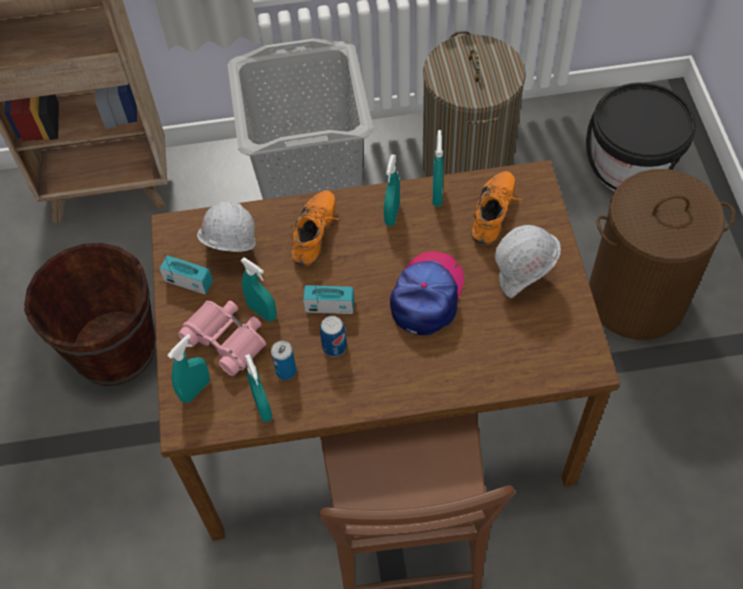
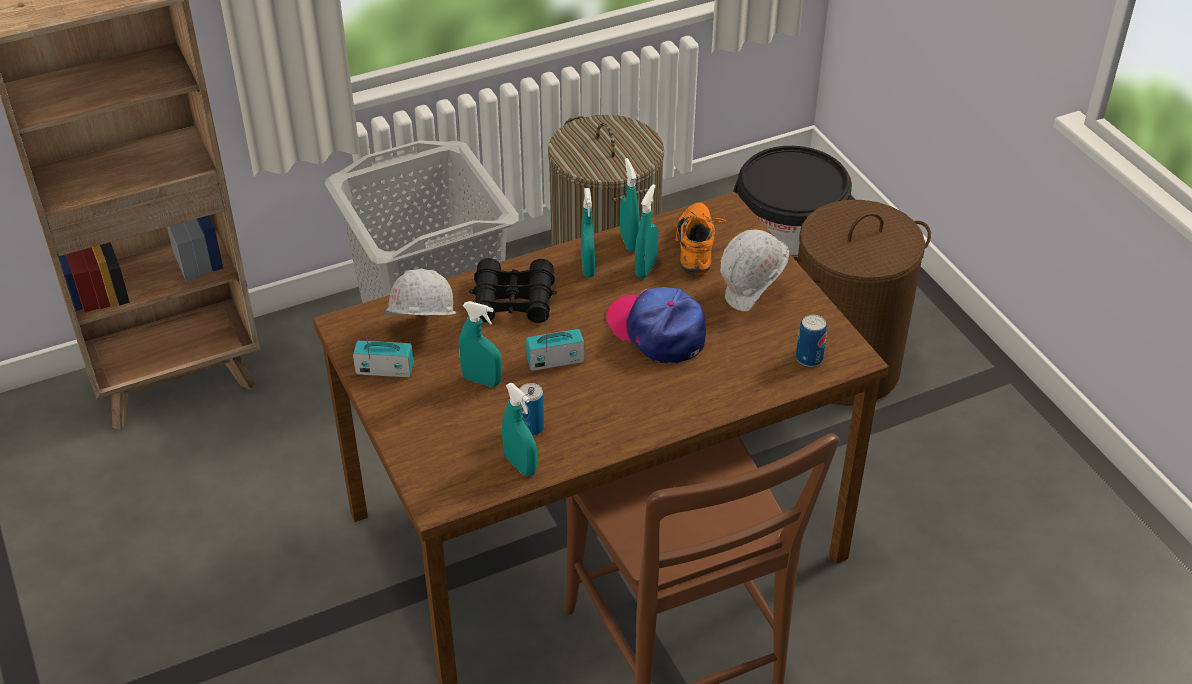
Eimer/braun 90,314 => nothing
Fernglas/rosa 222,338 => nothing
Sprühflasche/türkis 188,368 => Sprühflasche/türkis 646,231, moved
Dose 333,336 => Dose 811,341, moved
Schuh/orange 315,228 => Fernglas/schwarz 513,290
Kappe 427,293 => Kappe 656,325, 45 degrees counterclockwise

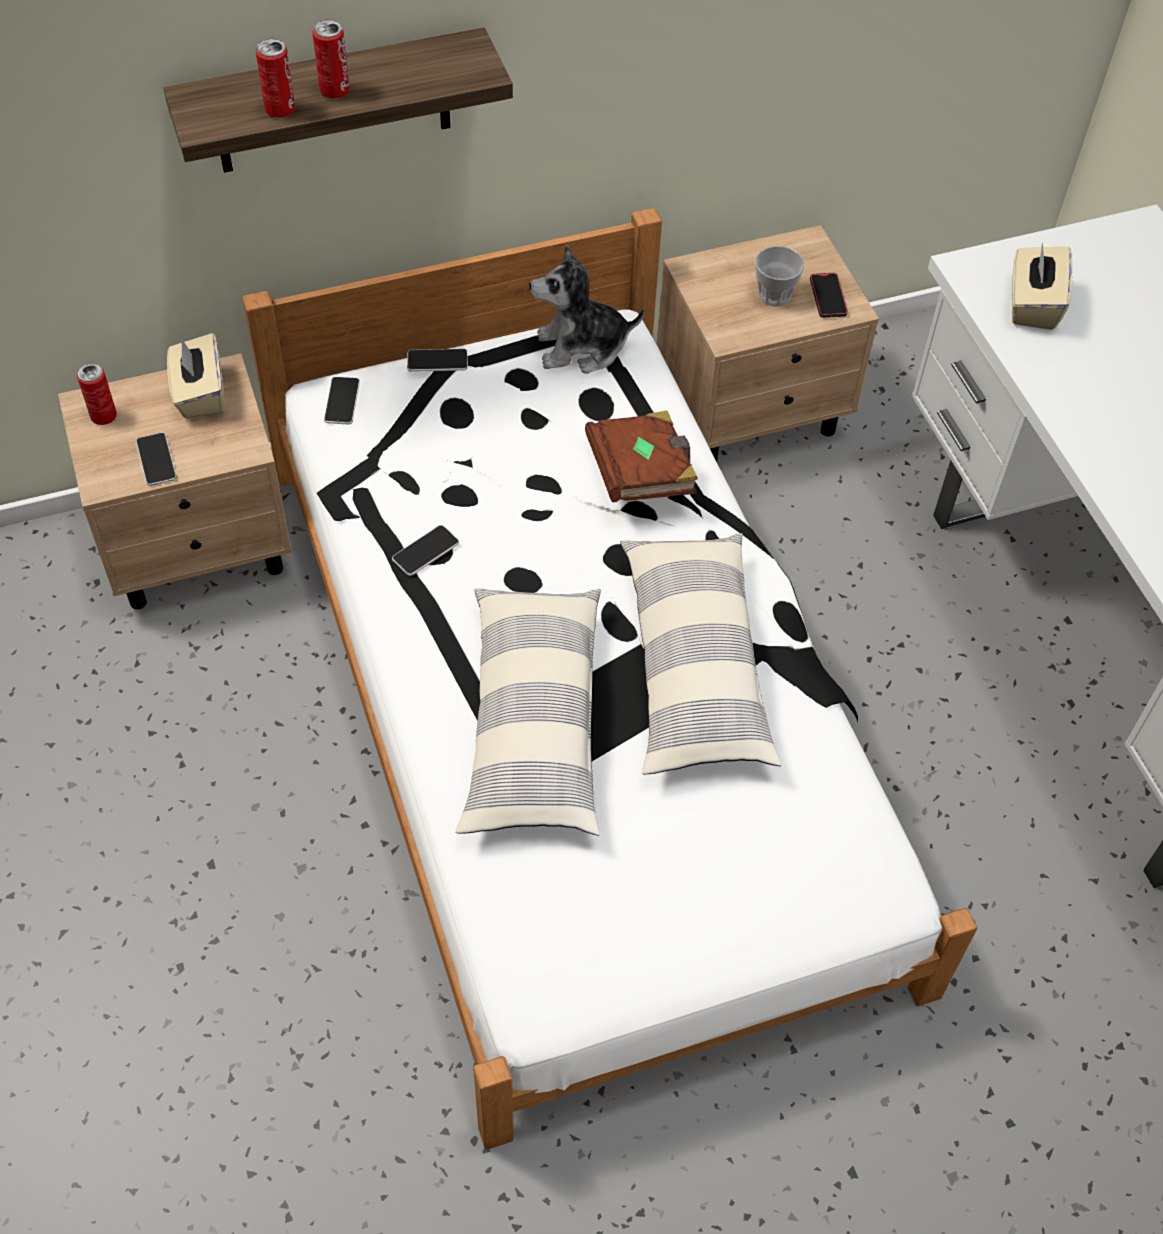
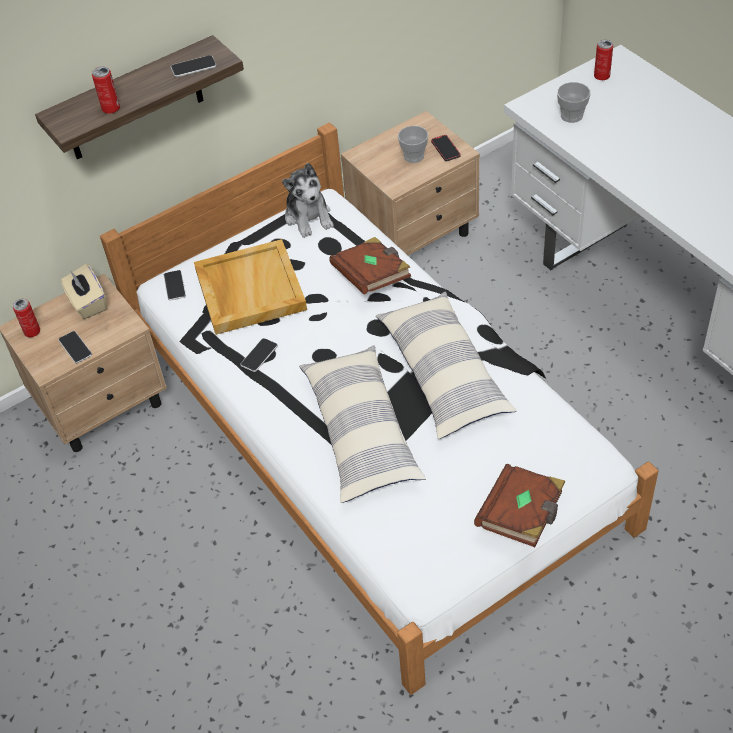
nothing => Tablett/beige 250,287
nothing => Buch/braun 519,505
Dose 331,59 => Dose 603,60, moved
Handy 437,360 => Handy 193,66, moved
Taschentuchbox/beige 1042,286 => Tasse 573,102
Plüschtier 587,309 => Plüschtier 308,200, 90 degrees counterclockwise

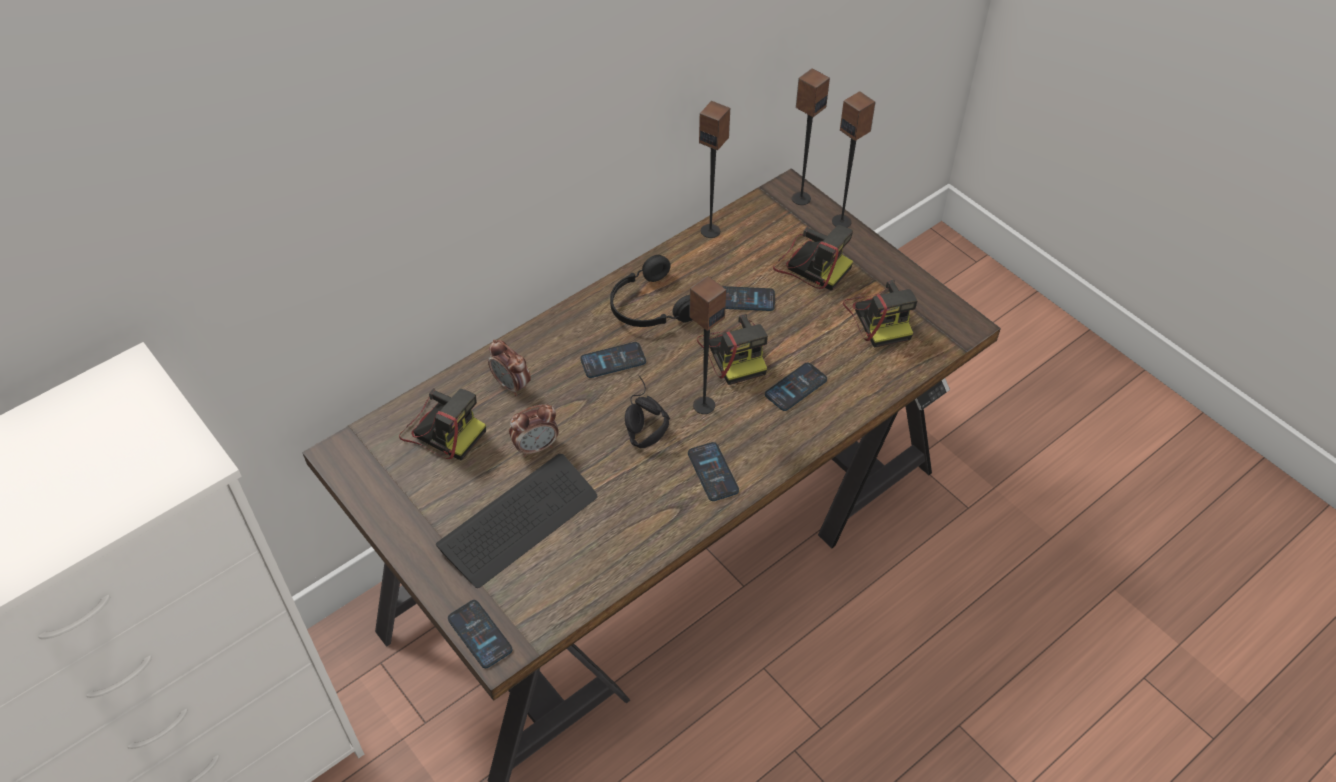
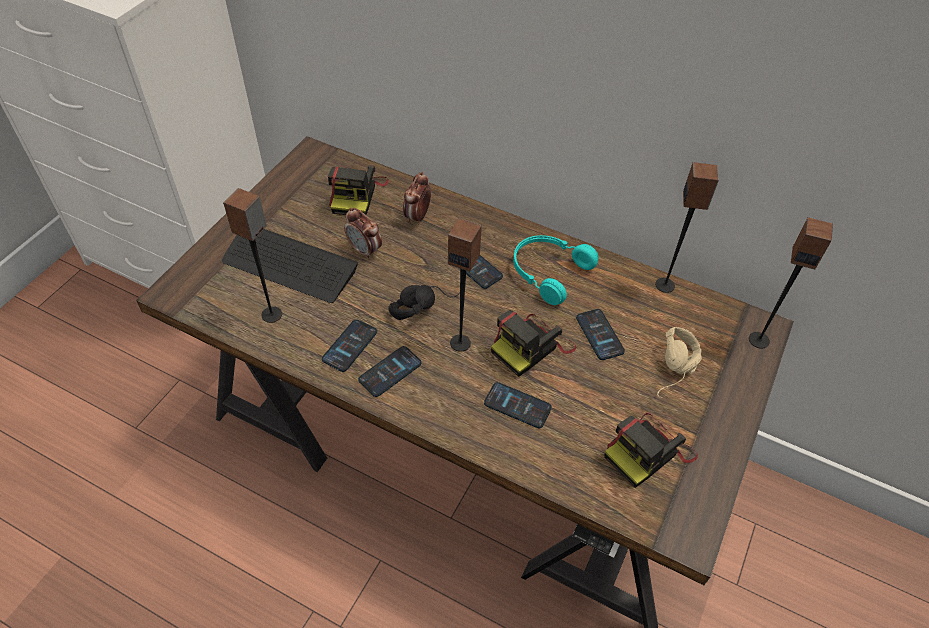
Handy 480,634 => Handy 349,345, moved
Lautsprecher 853,160 => Lautsprecher 252,255, moved
Kamera 813,258 => Kopfhörer/beige 679,362
Kopfhörer/schwarz 651,291 => Kopfhörer/türkis 556,270

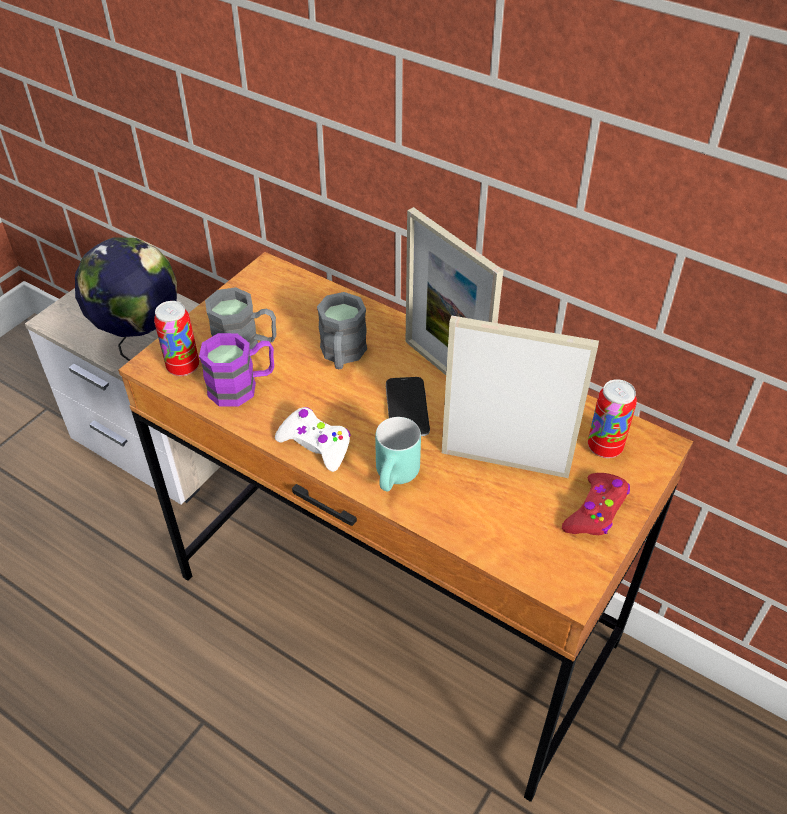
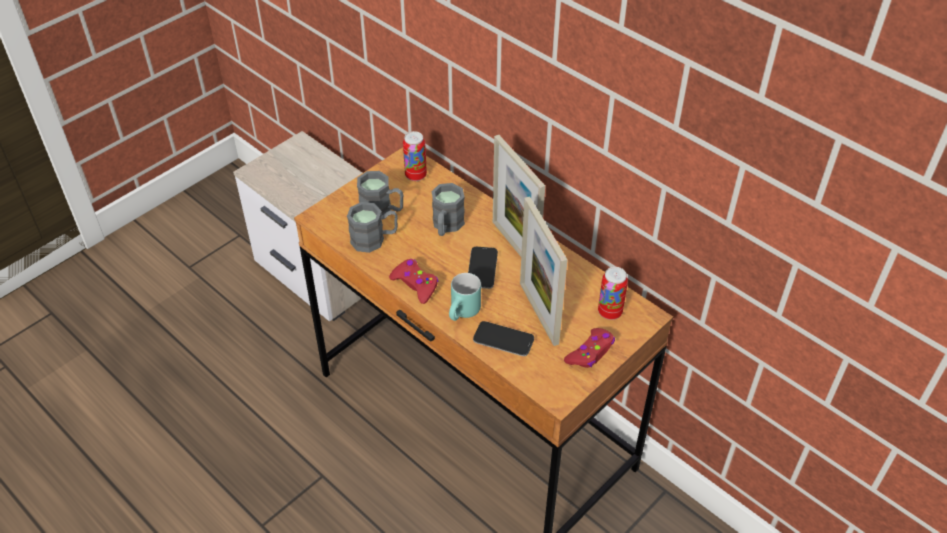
Globus 126,299 => nothing
nothing => Handy 503,338
Dose 176,338 => Dose 415,156, moved
Henkelbecher/lila 236,370 => Henkelbecher/grau 372,227
Gamepad/weiß 313,439 => Gamepad/rot 413,281
Bilderrahmen 520,396 => Bilderrahmen 544,271, 135 degrees counterclockwise

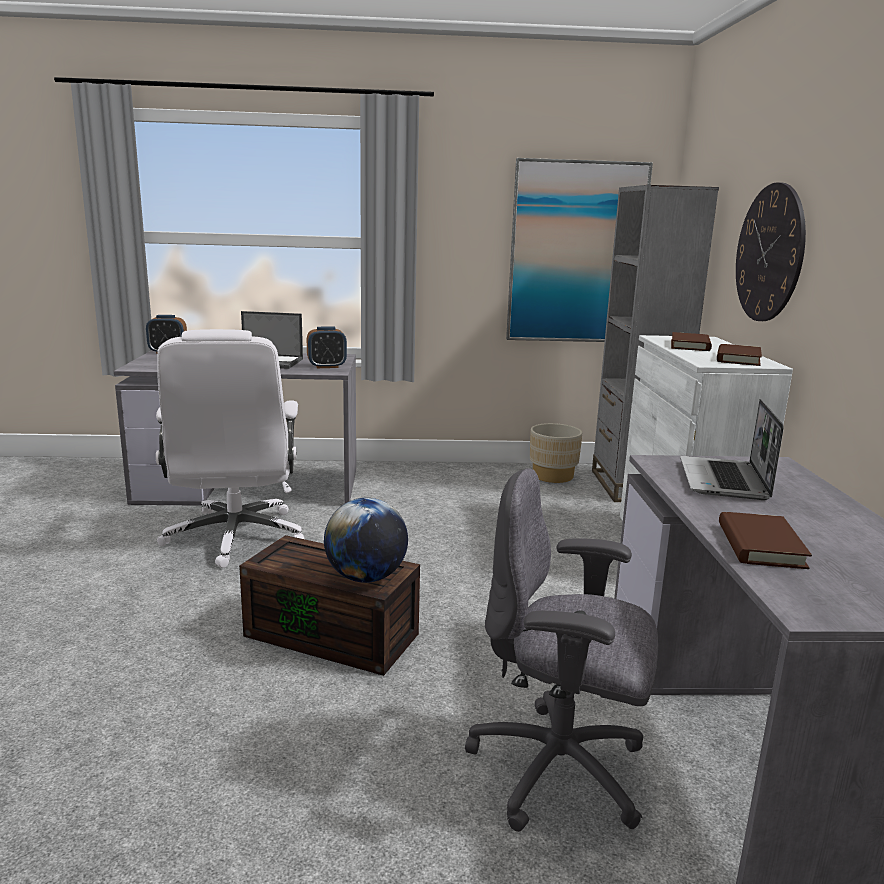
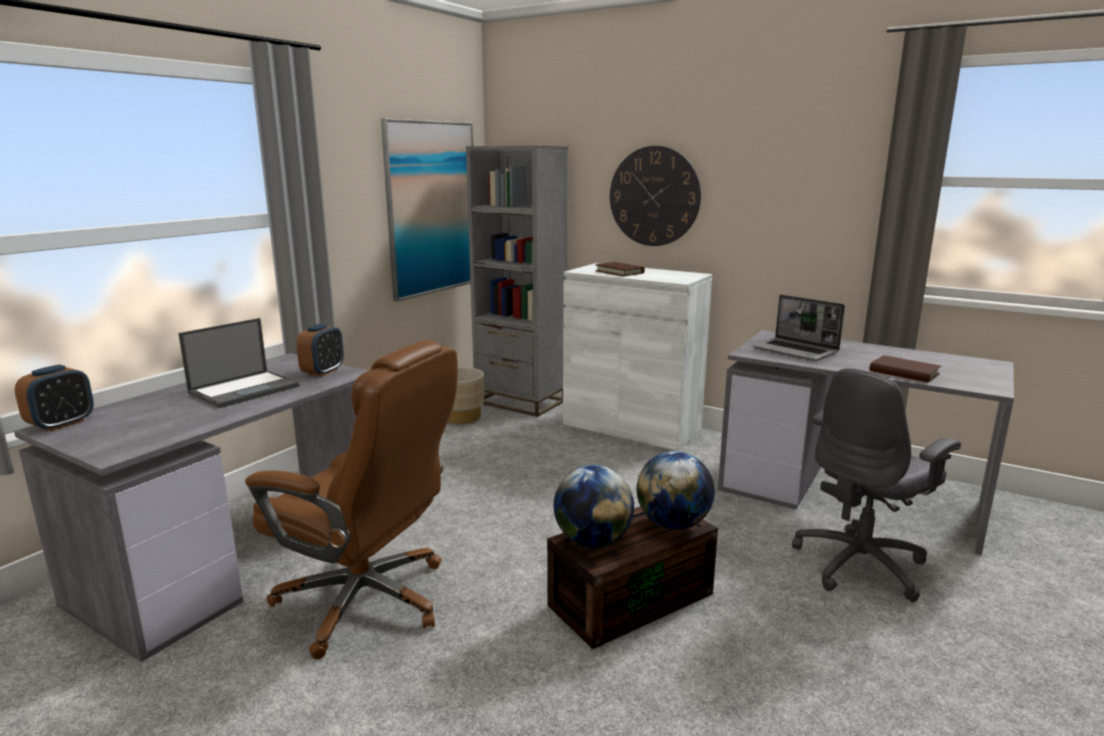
Buch/braun 739,355 => nothing
nothing => Globus 594,506
Bürostuhl/weiß 230,448 => Bürostuhl/braun 351,499

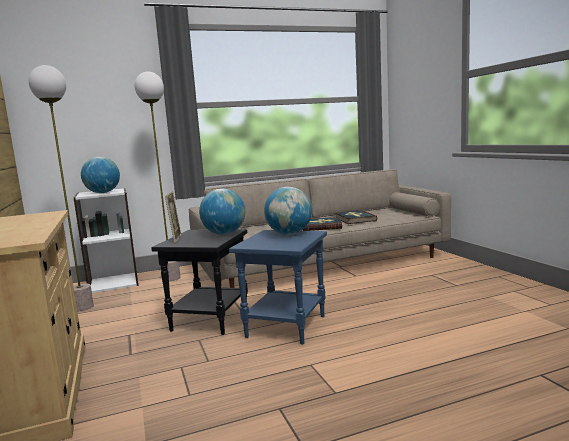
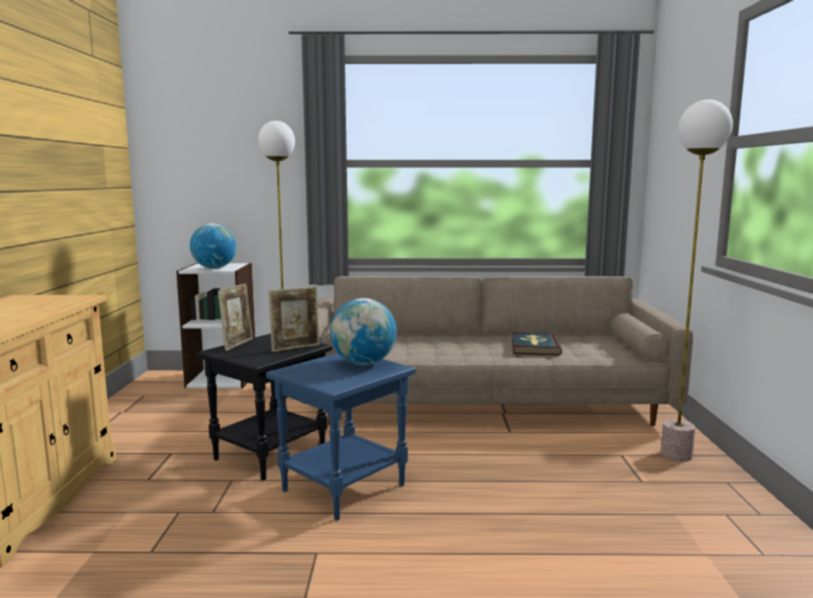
Buch 322,224 => nothing
Stehlampe 61,188 => Stehlampe 696,280, moved
Globus 222,212 => Bilderrahmen 293,319

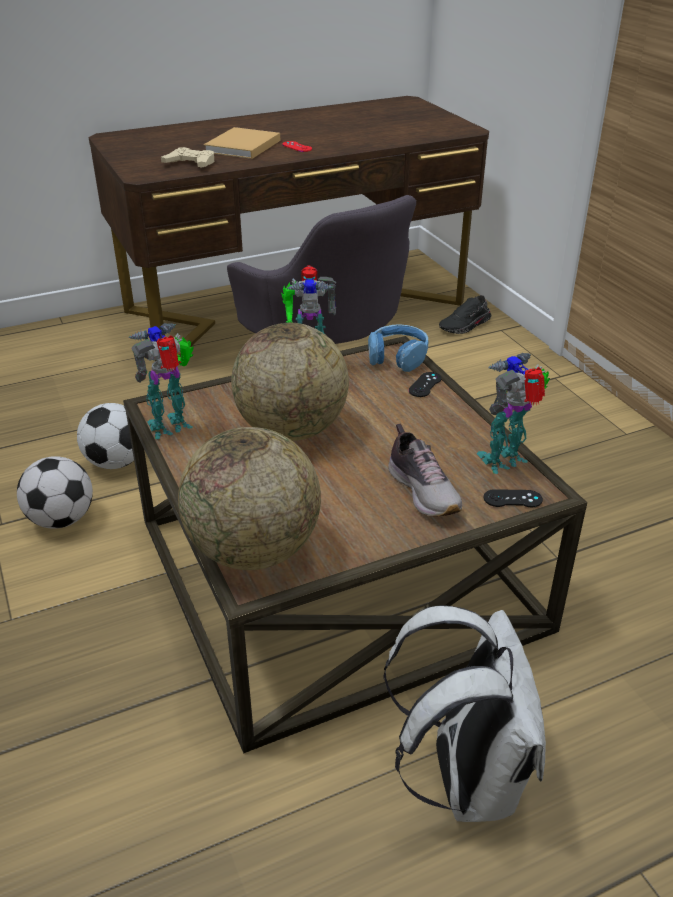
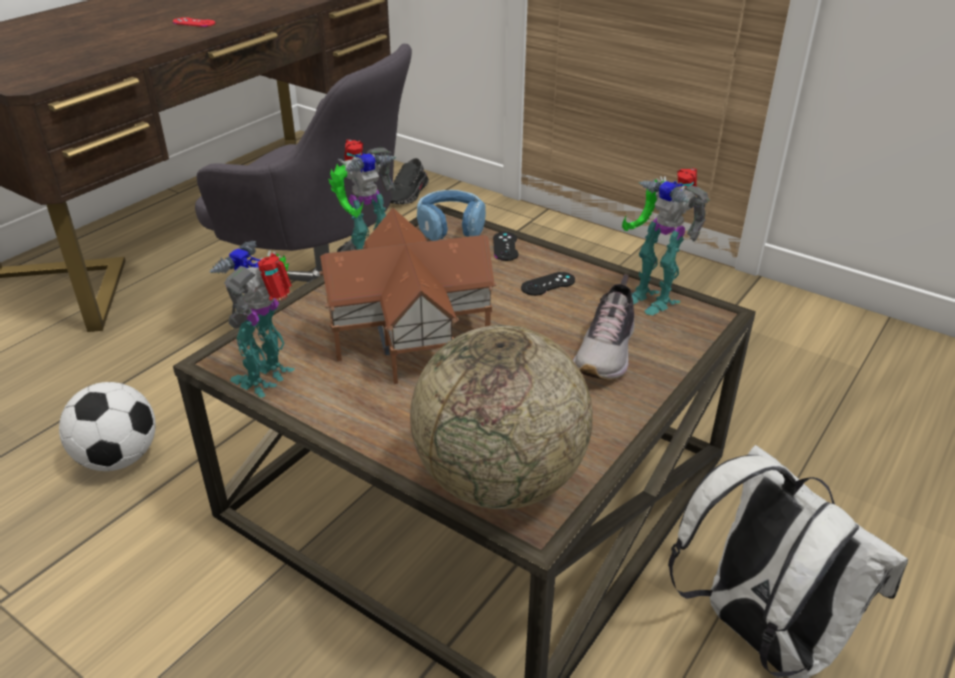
Fußball 55,492 => nothing
Gamepad/beige 187,157 => nothing
Buch/beige 242,143 => nothing
Gamepad/schwarz 513,498 => Gamepad/schwarz 548,284, moved
Globus 290,382 => Spielzeughaus 408,296
Schuh 425,470 => Schuh 604,327, 75 degrees clockwise
Spielzeugroboter 513,413 => Spielzeugroboter 666,241, 75 degrees counterclockwise

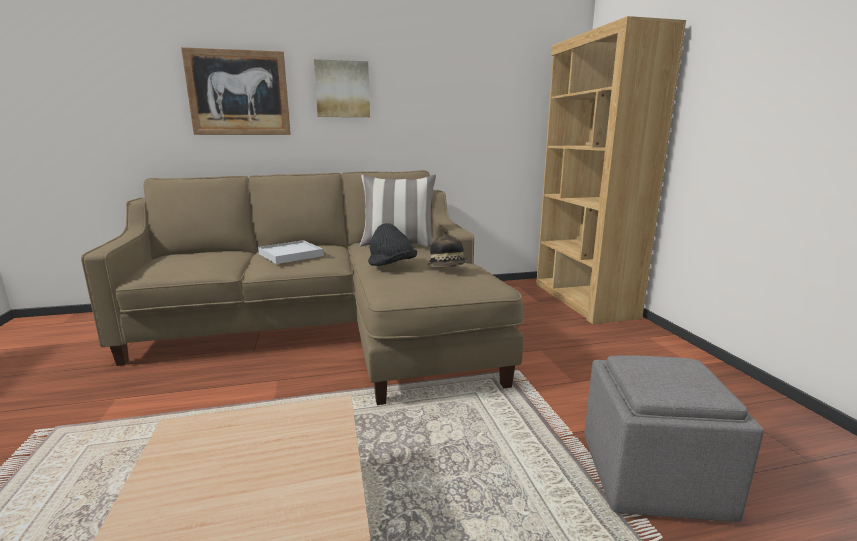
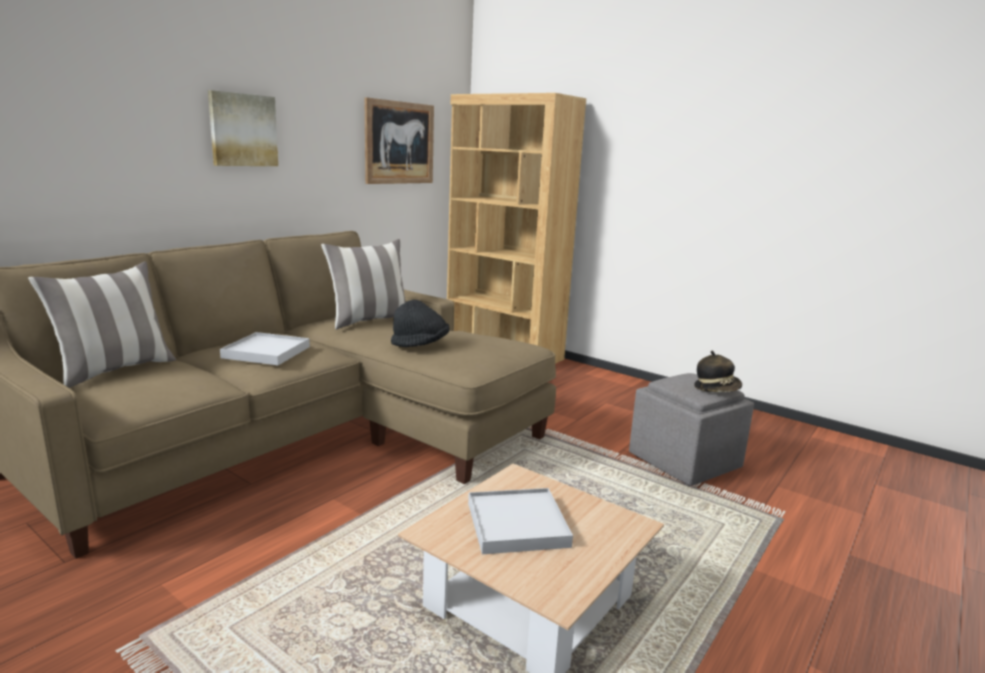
nothing => Kissen 102,324
nothing => Tablett/weiß 520,521
Bild 236,91 => Bild 399,140, moved
Hut 448,248 => Hut 718,371, moved

